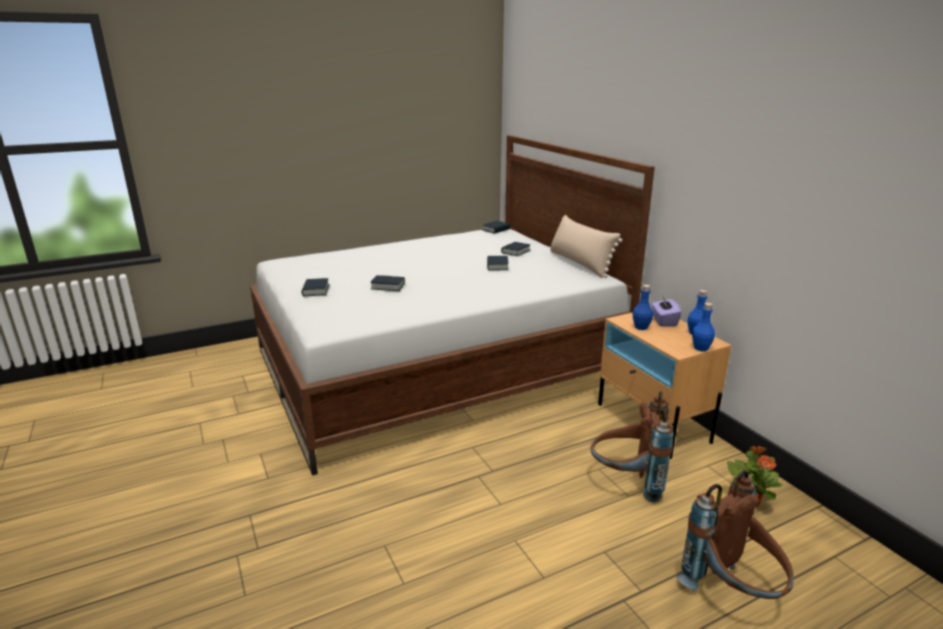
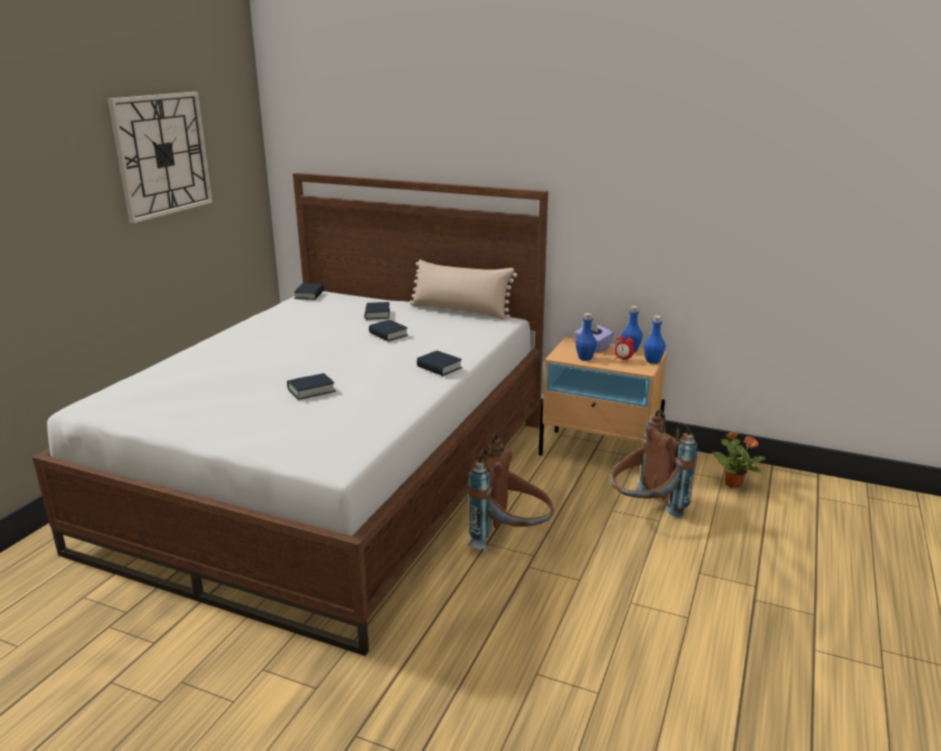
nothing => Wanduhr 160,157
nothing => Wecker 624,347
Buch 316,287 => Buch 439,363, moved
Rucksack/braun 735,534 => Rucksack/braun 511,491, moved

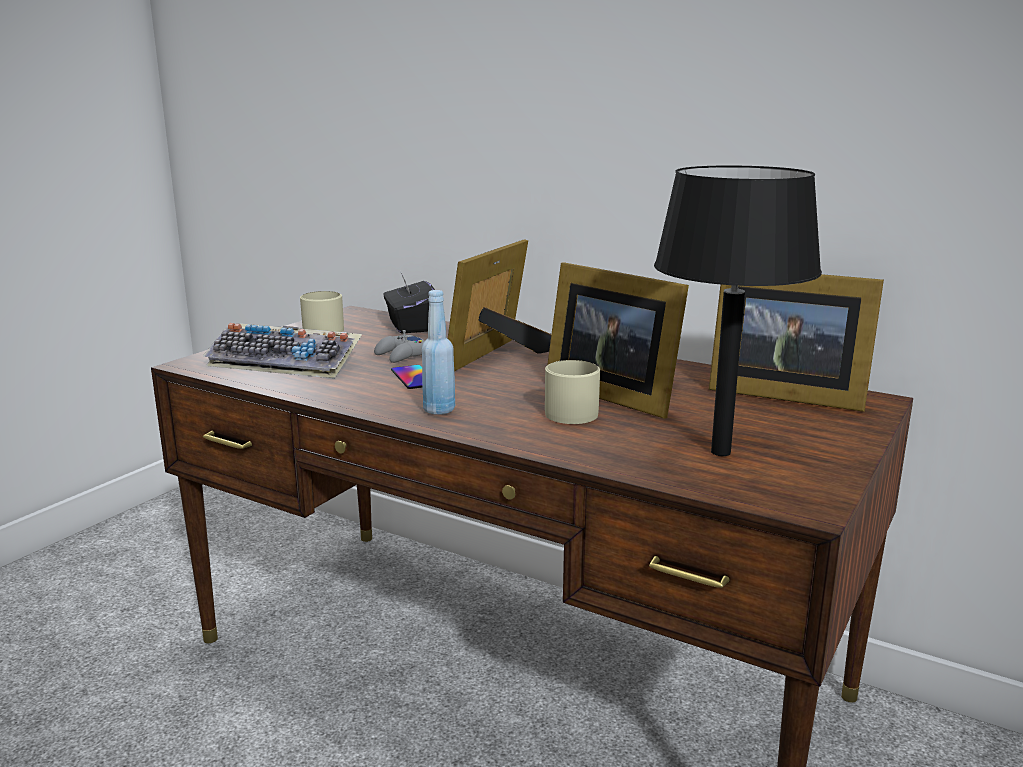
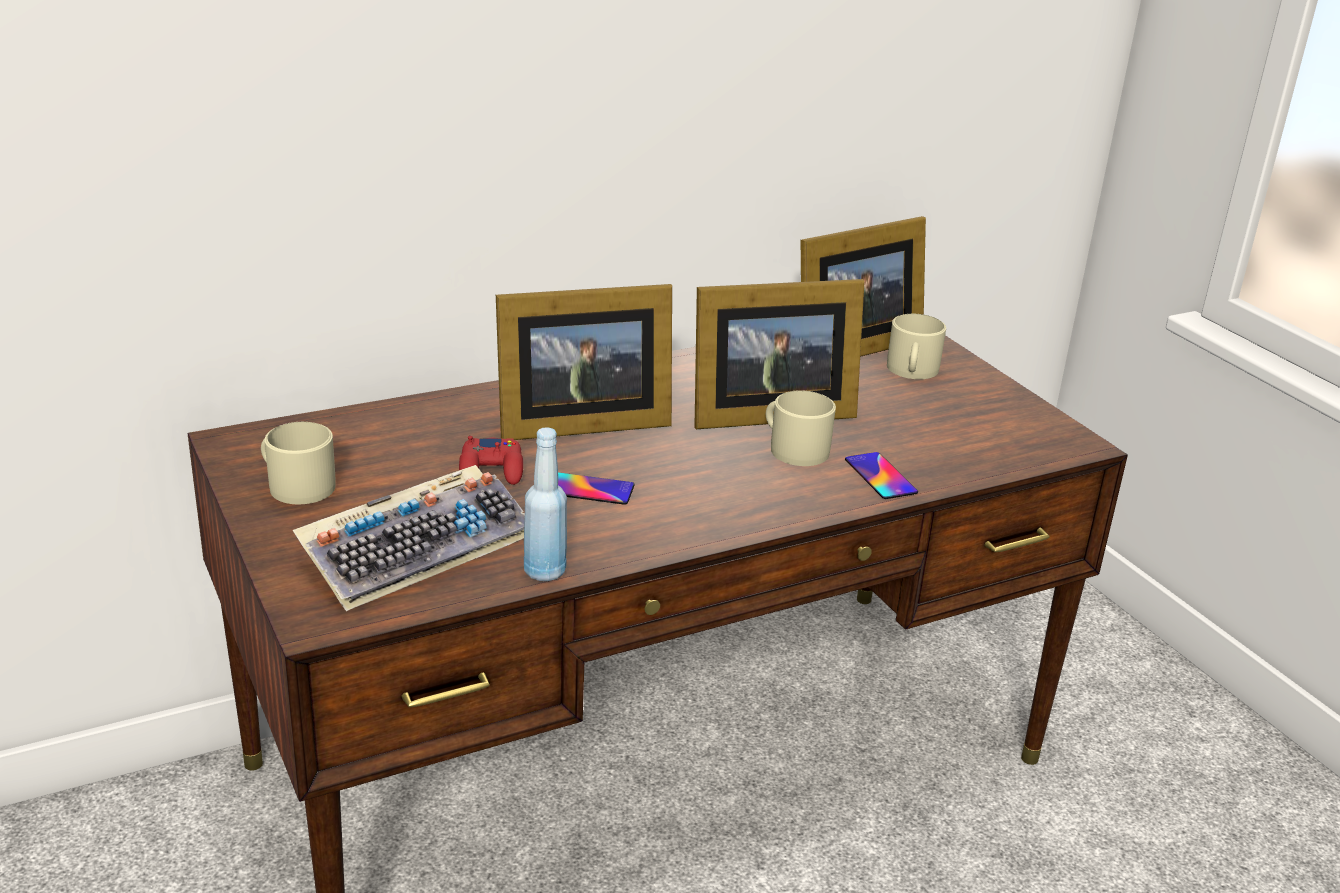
Taschentuchbox/schwarz 409,302 => nothing
Tischlampe/schwarz 738,310 => nothing
nothing => Handy 881,475
nothing => Henkelbecher/beige 916,346
Flasche/blau 438,352 => Flasche/blau 545,504, moved
Gamepad/grau 399,346 => Gamepad/rot 491,460
Bilderrahmen 499,305 => Bilderrahmen 584,362, 75 degrees counterclockwise

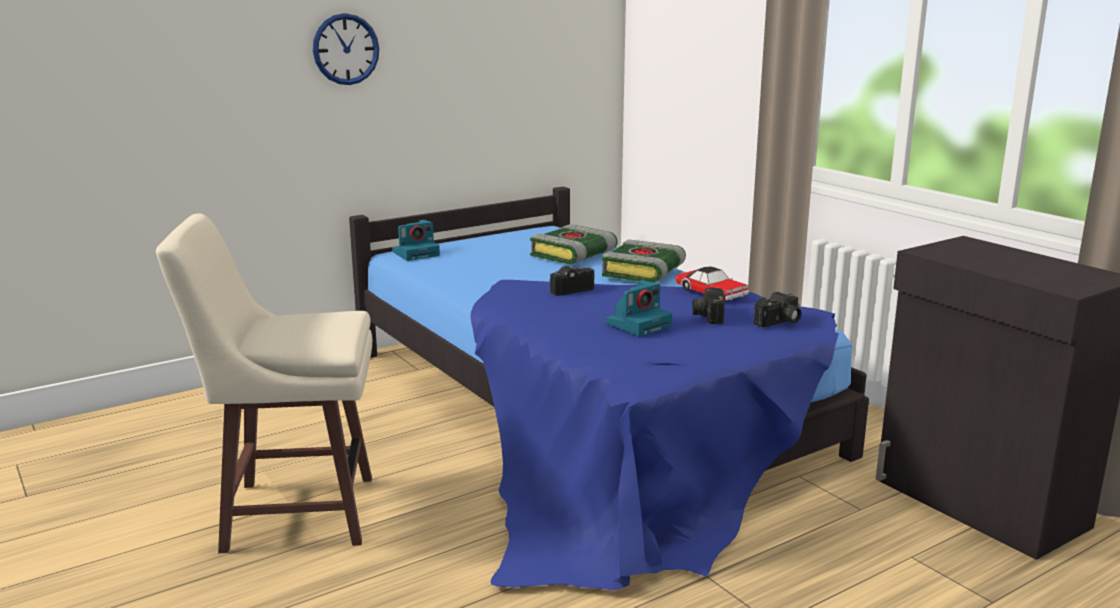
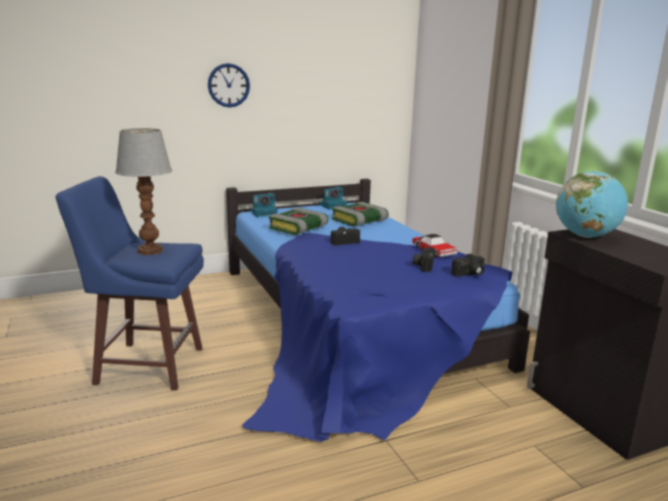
nothing => Tischlampe 143,191
nothing => Globus 592,204
Buch 644,261 => Buch 298,221, moved
Kamera 639,308 => Kamera 333,198, moved
Hocker/beige 264,383 => Hocker/blau 130,283

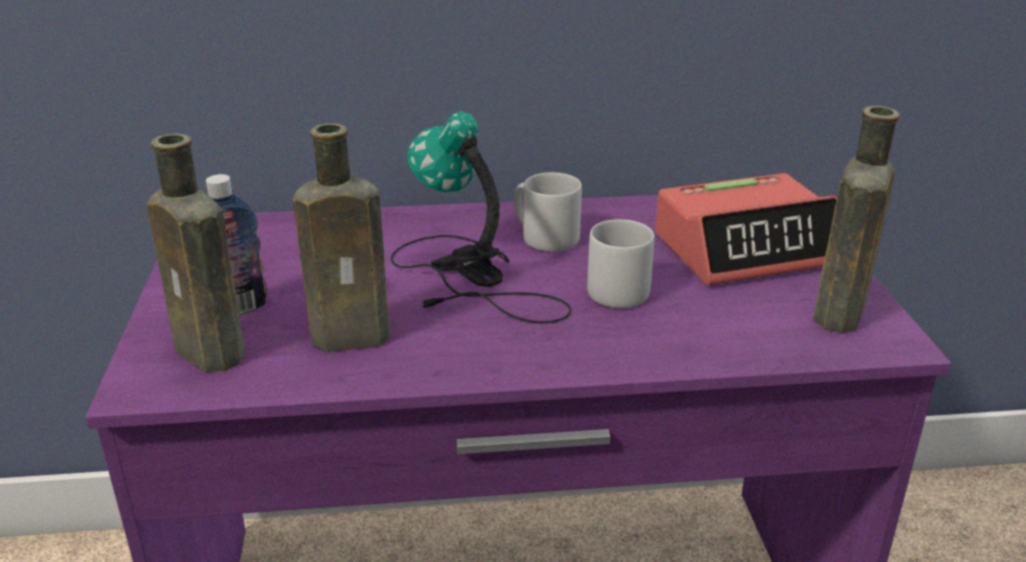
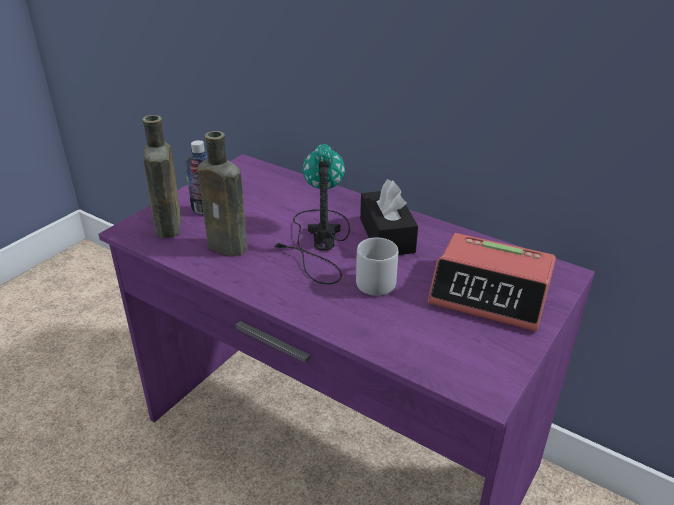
Flasche/braun 856,219 => nothing
Henkelbecher/grau 548,212 => Taschentuchbox/schwarz 389,217

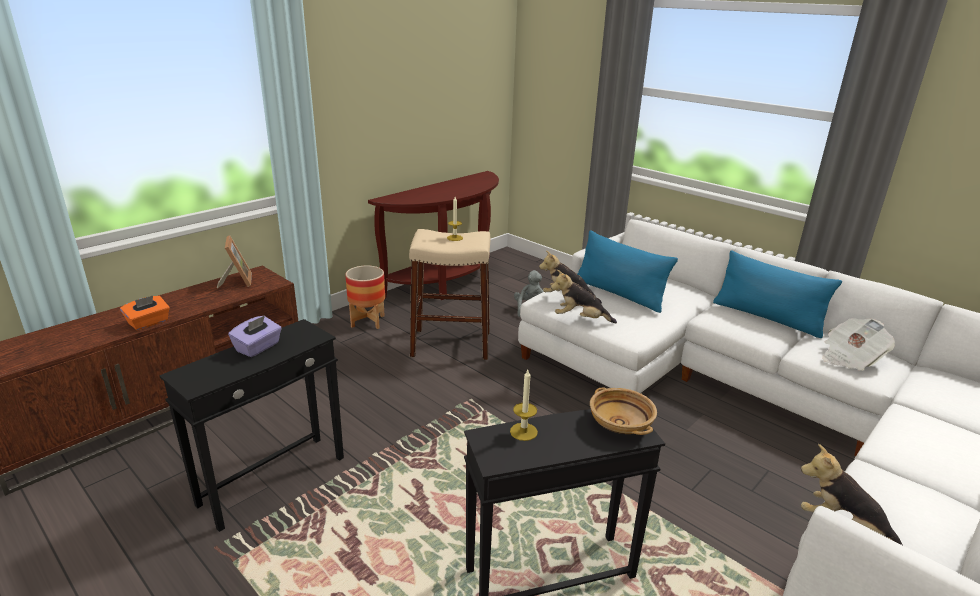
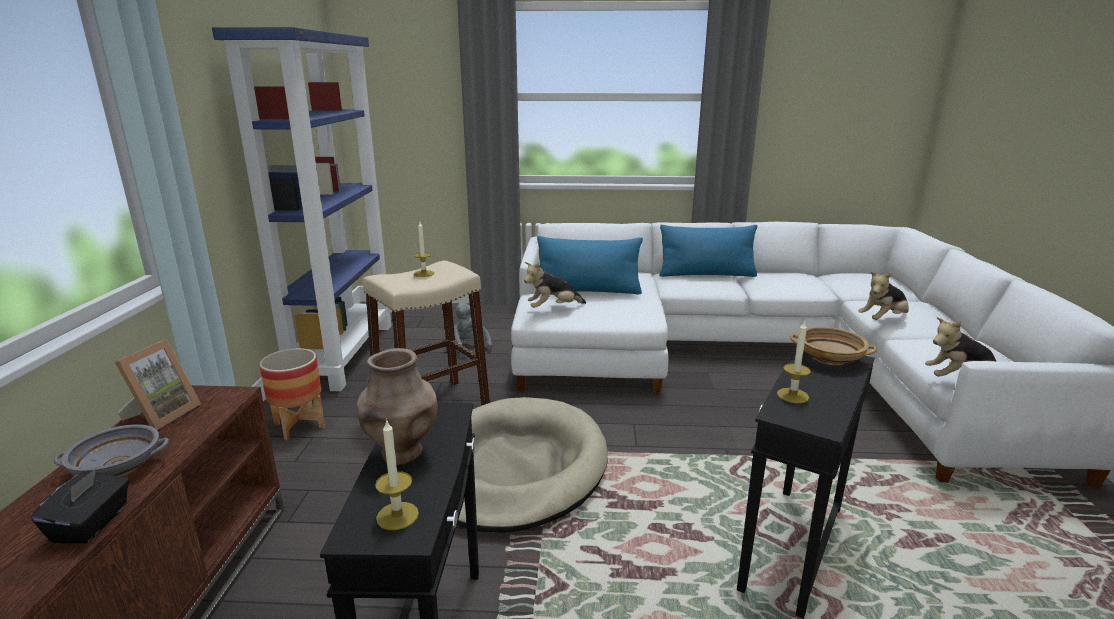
Zeitung 858,344 => nothing
nothing => Schüssel/grau 111,450
nothing => Kerze 397,474
nothing => Hundebett/beige 532,465
Plüschtier 584,296 => Plüschtier 883,296, moved
Taschentuchbox/lila 255,336 => Vase/braun 397,406
Konsolentisch/braun 433,235 => Bücherregal/blau 302,209
Taschentuchbox/orange 145,313 => Taschentuchbox/schwarz 80,506
Bilderrahmen 234,262 => Bilderrahmen 158,384, 75 degrees clockwise

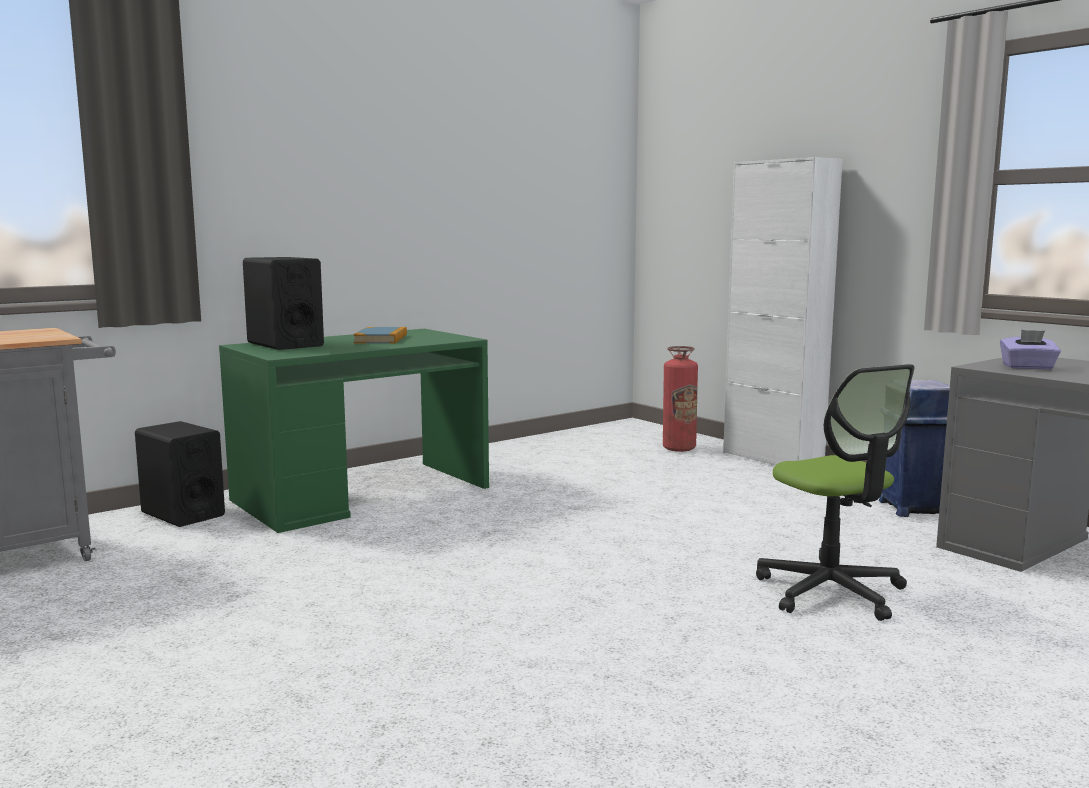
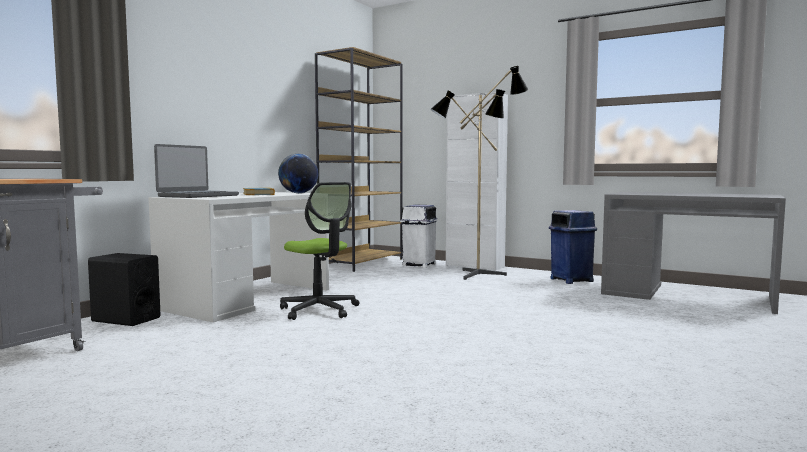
Taschentuchbox/lila 1030,349 => nothing
nothing => Globus 298,173
nothing => Bücherregal/braun 359,159
nothing => Stehlampe 479,173
Bürostuhl 835,492 => Bürostuhl 320,251, moved
Lautsprecher/schwarz 283,303 => Laptop 196,171
Feuerlöscher 680,399 => Mülleimer/weiß 419,236
Schreibtisch/grün 354,431 => Schreibtisch/weiß 238,257

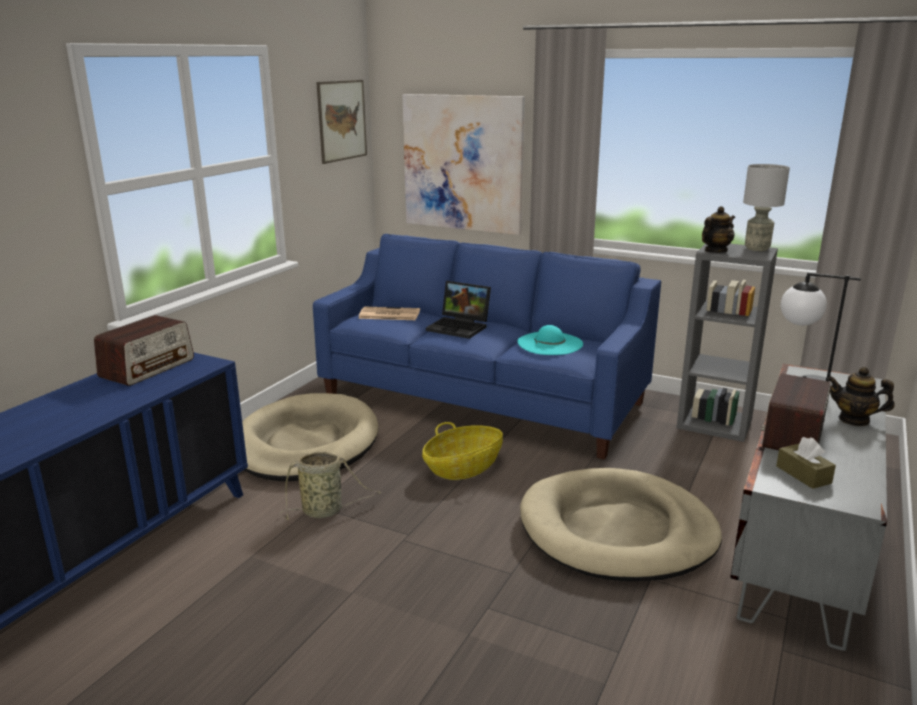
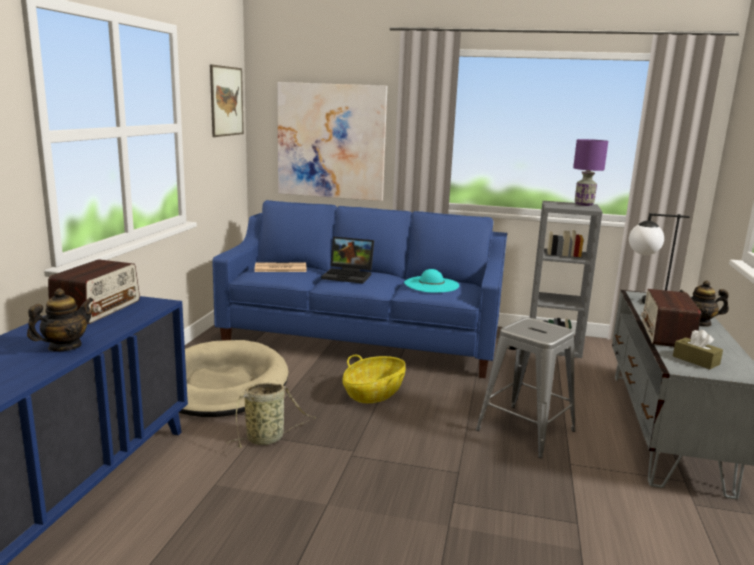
Teekanne 718,229 => Teekanne 60,320, moved
Hundebett/beige 621,524 => Hocker/grau 526,387
Tischlampe/grau 766,207 => Tischlampe/lila 590,172

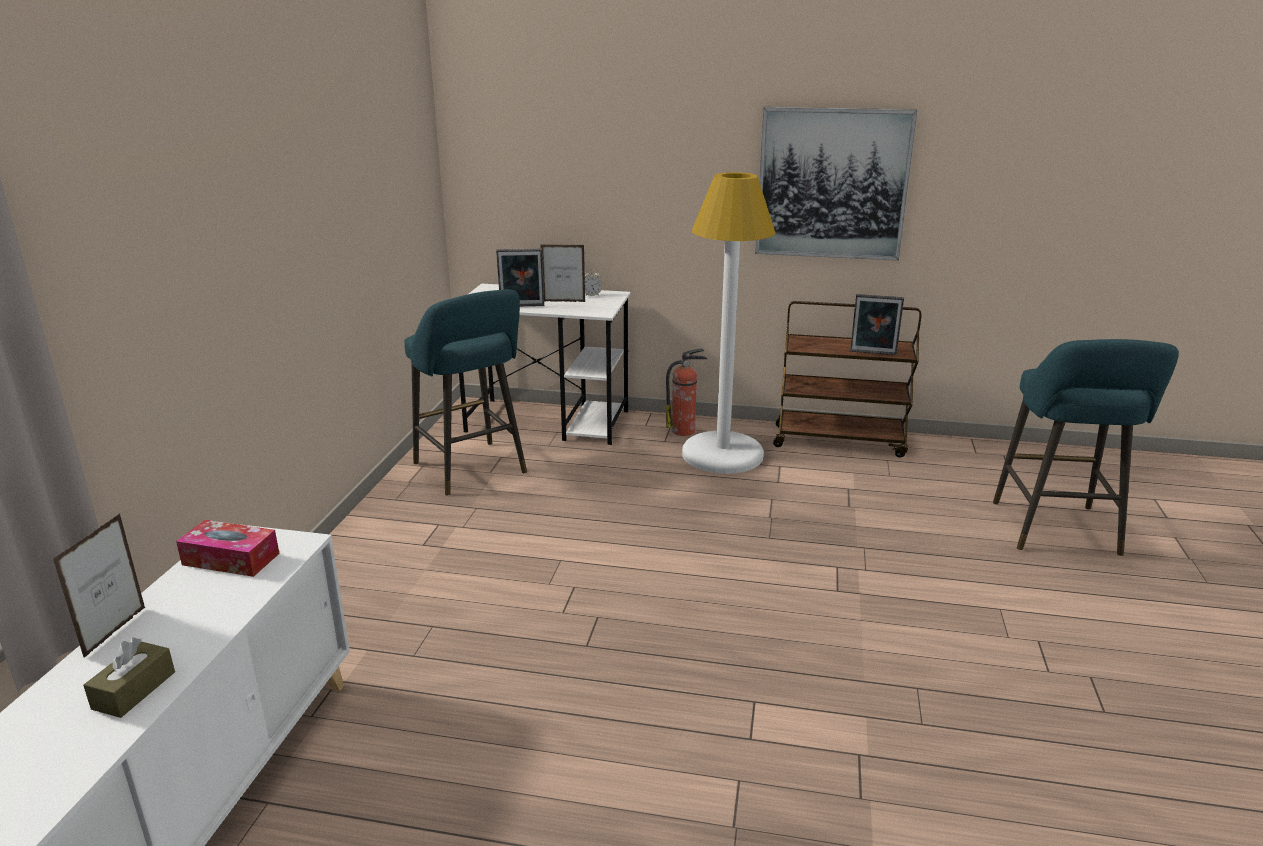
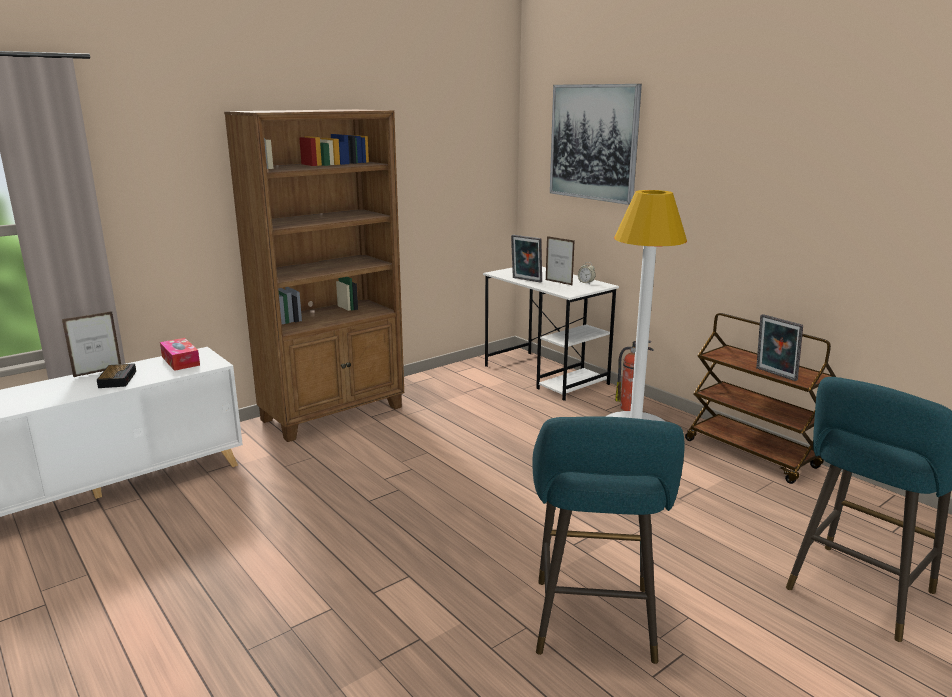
Taschentuchbox/braun 129,678 => nothing
nothing => Wecker 116,375
nothing => Bücherregal/braun 314,275
Hocker/türkis 465,393 => Hocker/türkis 608,540, moved
Bild 836,184 => Bild 596,144, moved

